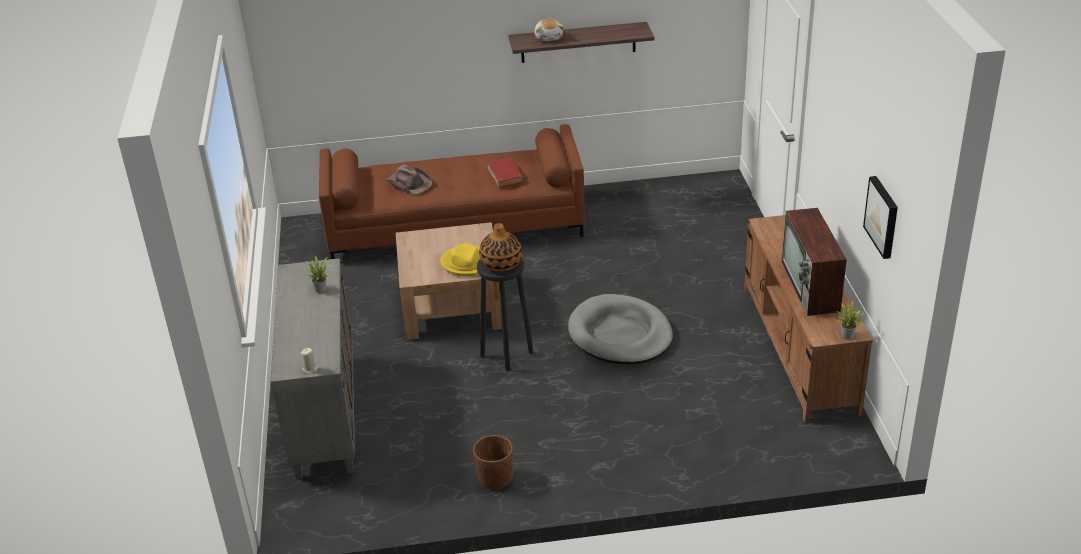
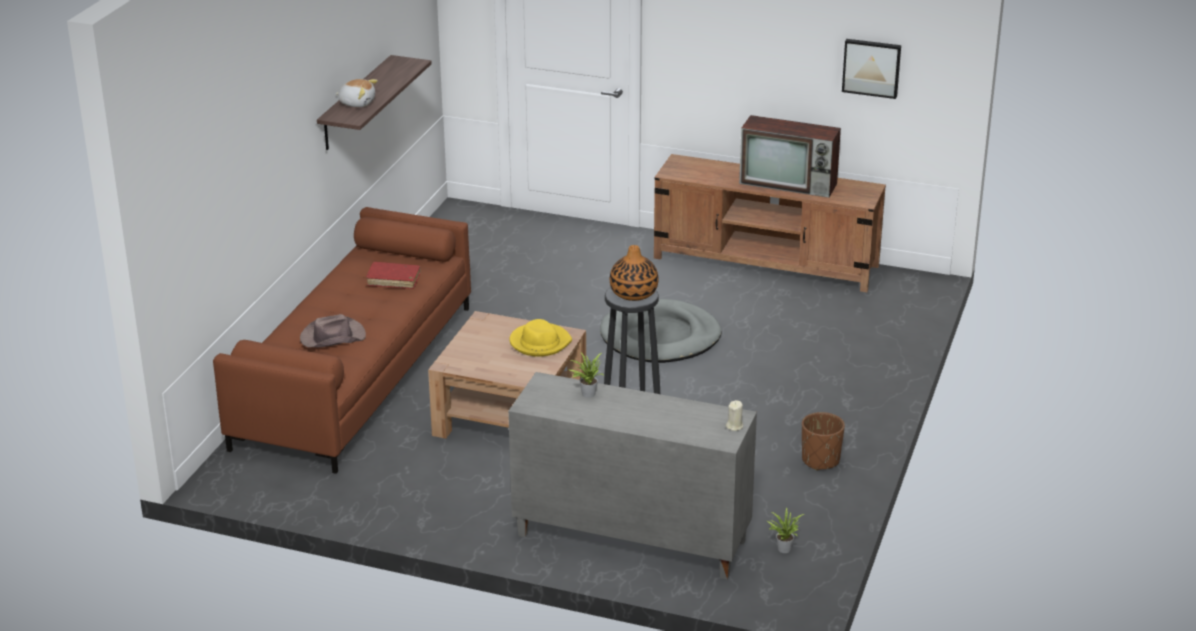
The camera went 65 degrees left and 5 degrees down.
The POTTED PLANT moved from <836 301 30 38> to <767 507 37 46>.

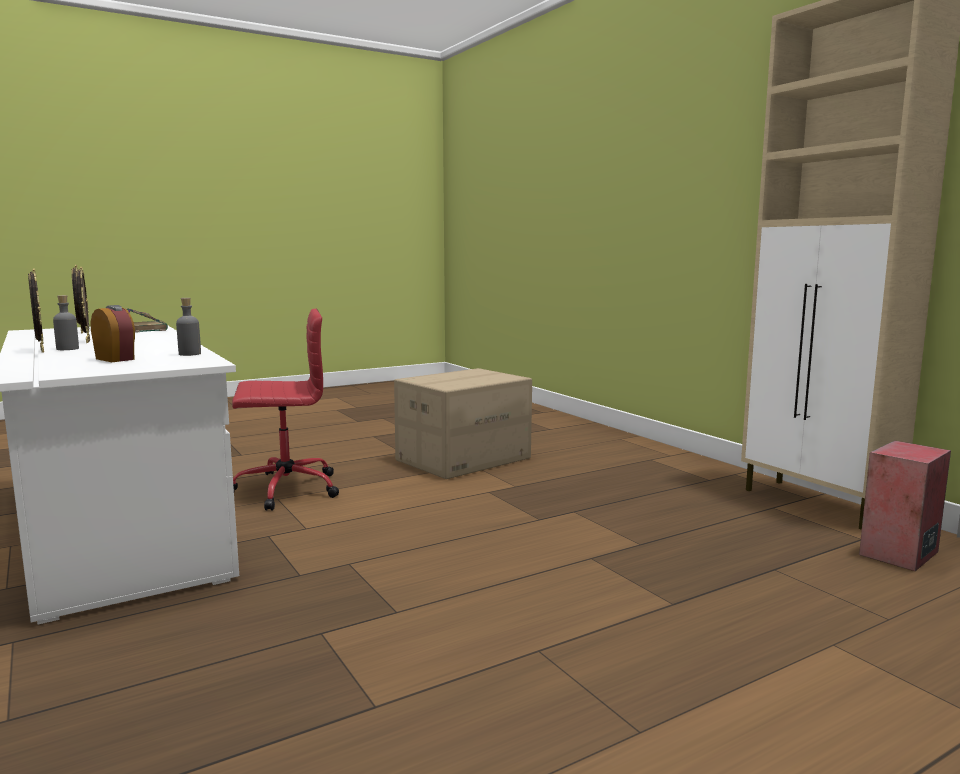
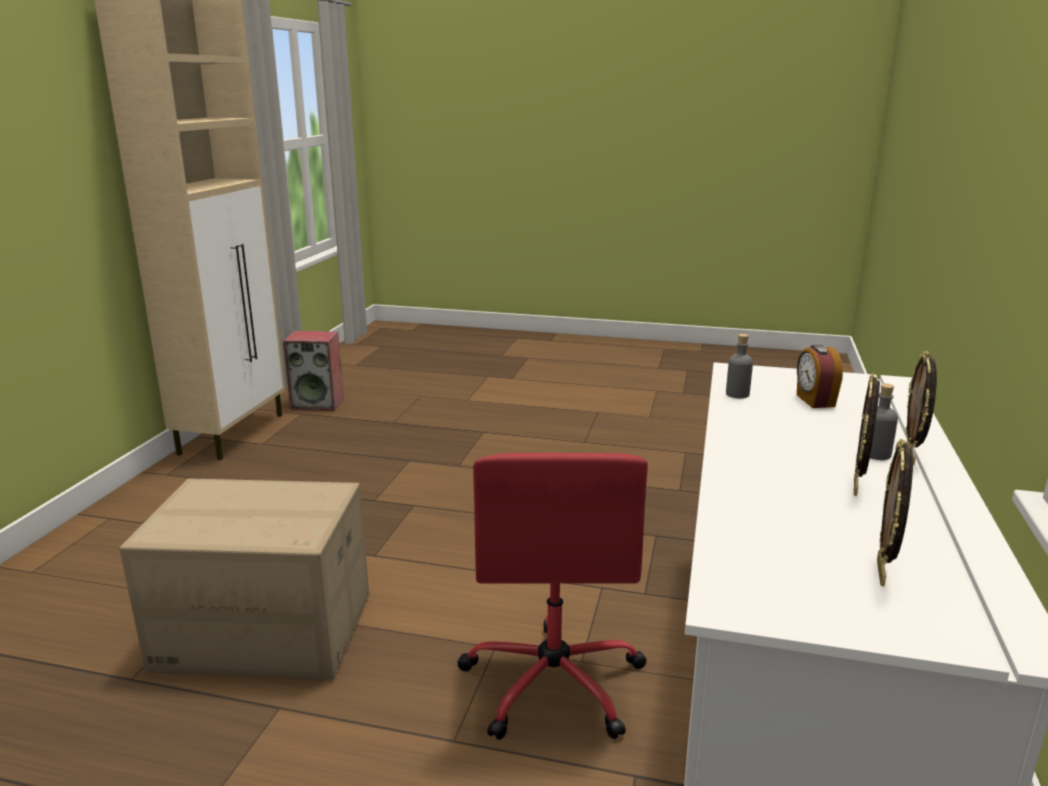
The camera went 135 degrees left and 10 degrees up.
The BOOK at <126 308 42 25> disappeared.
The RED-COLOURED DESK CHAIR at <232 309 107 202> turned 120 degrees counterclockwise.

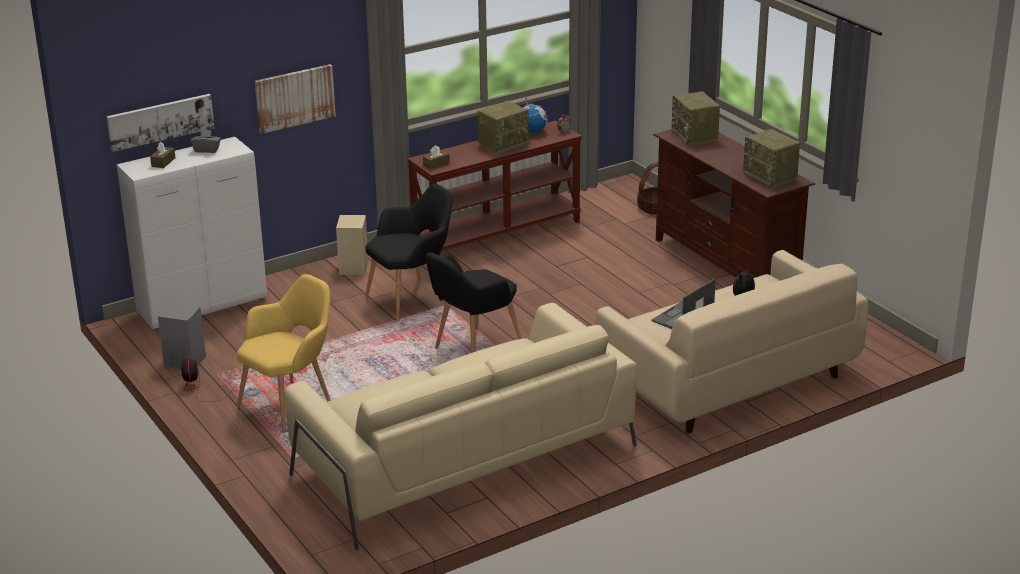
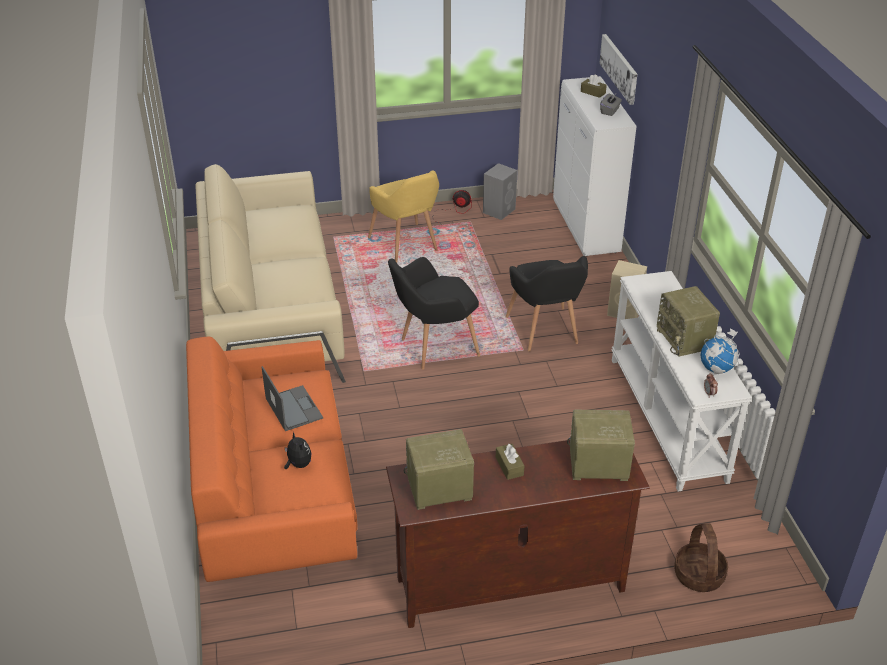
The camera went 110 degrees right and 10 degrees up.
The WALL ART at <255 64 81 70> disappeared.
The BROWNISH HALL TABLE at <407 121 175 131> became the WHITISH HALL TABLE at <611 271 141 221>.
The BROWNISH TISSUE HOLDER moved from <423 145 27 25> to <496 444 28 36>.
The BEIGE-COLOURED SETTEE at <596 250 272 184> became the ORANGEY SETTEE at <186 336 171 246>.
The BLACKISH EASY CHAIR at <425 252 97 101> turned 90 degrees counterclockwise.

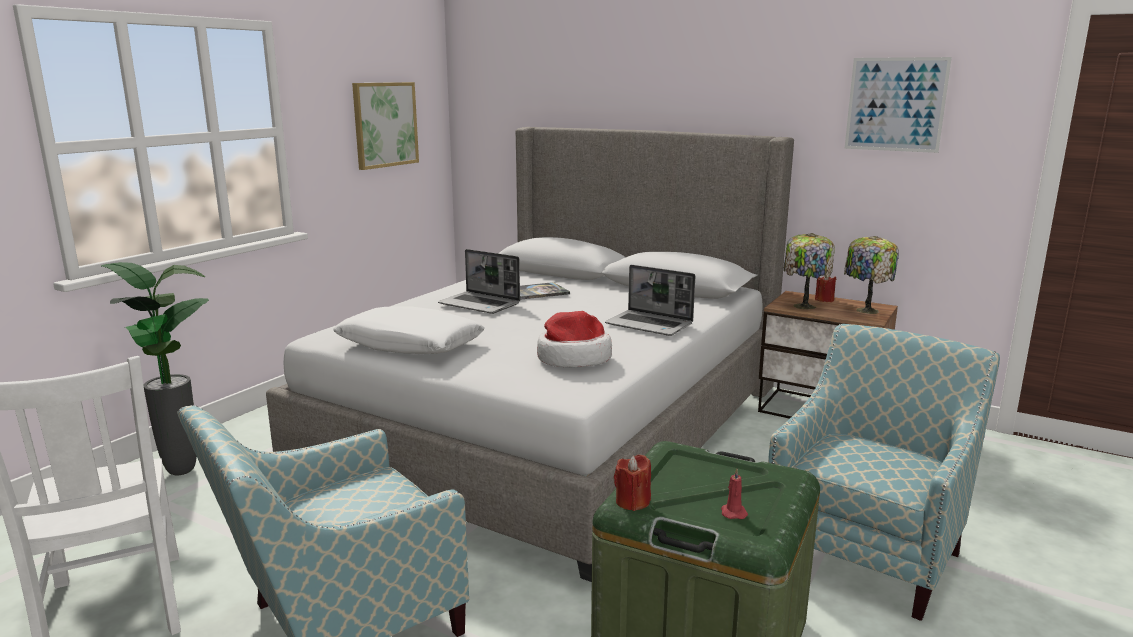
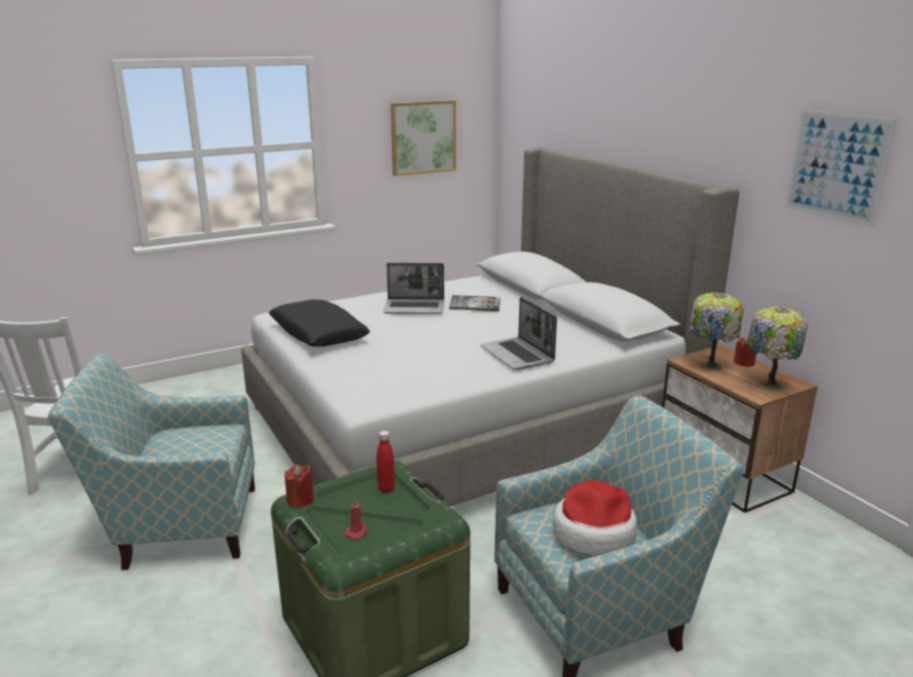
The camera went 30 degrees right and 5 degrees up.
The NOTEBOOK COMPUTER at <438 249 82 65> turned 60 degrees counterclockwise.
The POTTED PLANT at <101 262 108 213> disappeared.
The WHITISH CUSHION at <333 306 152 48> became the BLACKISH CUSHION at <269 300 101 47>.
The WEARABLE HAT moved from <537 311 75 56> to <553 480 84 76>.
The RED-COLOURED BOTTLE at <377 431 18 62> appeared.

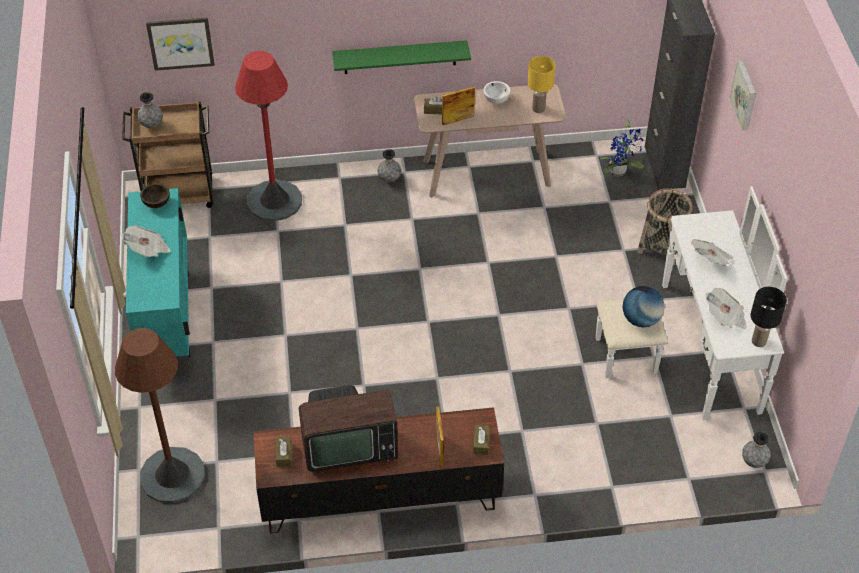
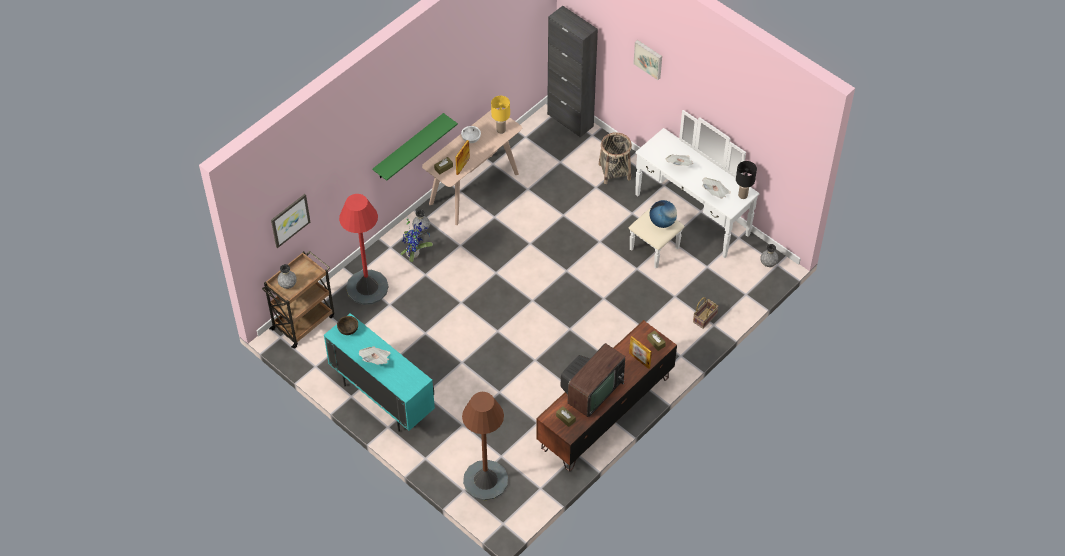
The camera went 40 degrees left and 5 degrees up.
The POTTED PLANT moved from <599 120 45 57> to <401 218 32 44>.
The STORAGE BASKET at <693 297 26 32> appeared.

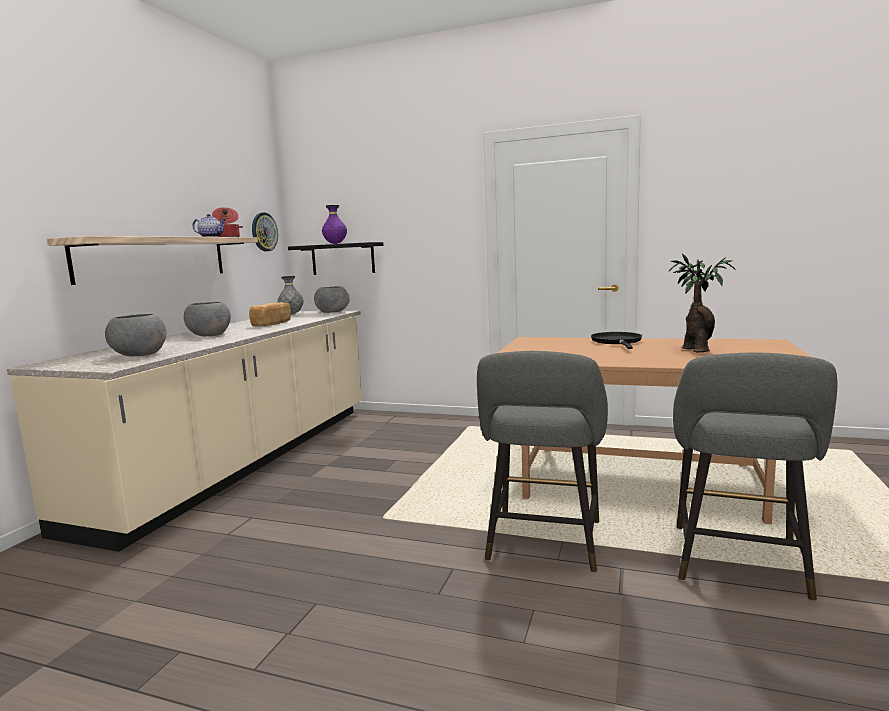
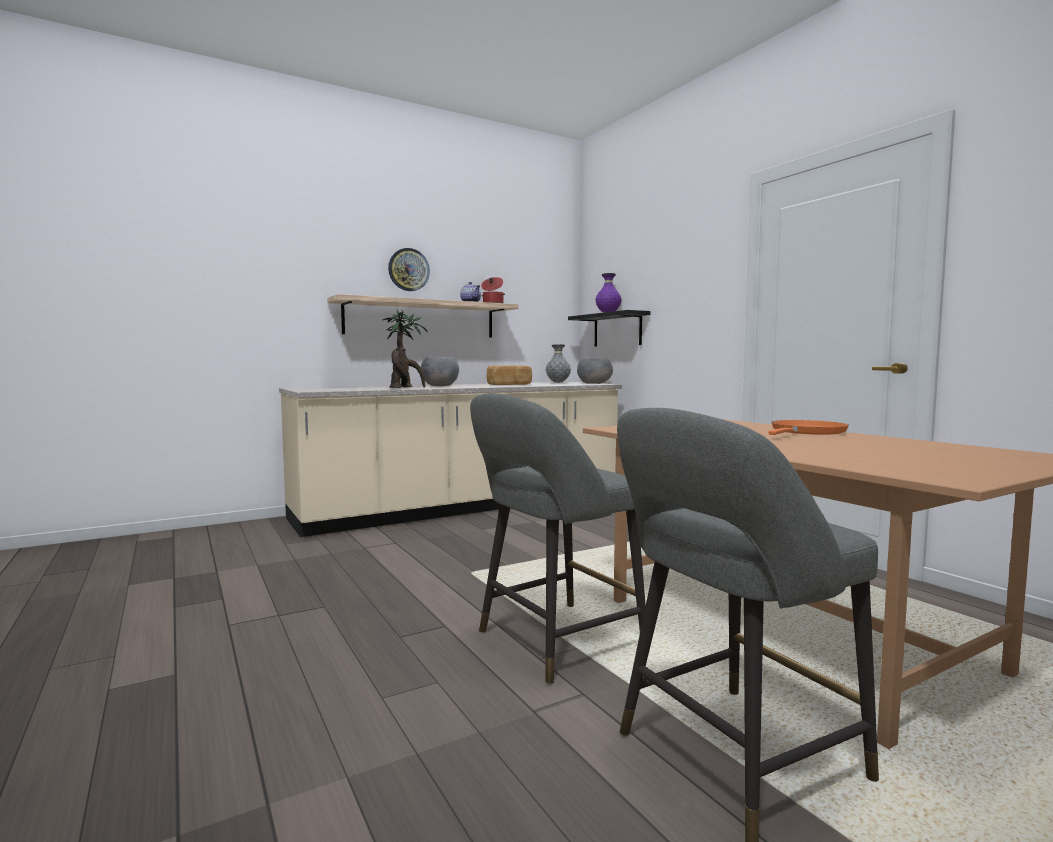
The camera went 40 degrees right and 5 degrees down.
The WALL CLOCK moved from <252 212 26 39> to <388 248 42 43>.
The POTTED PLANT moved from <669 254 67 98> to <383 309 45 79>.
The GRAY BOWL at <105 314 61 42> disappeared.
The BLACKISH FRYING PAN at <591 332 51 17> became the ORANGEY FRYING PAN at <768 420 81 15>.

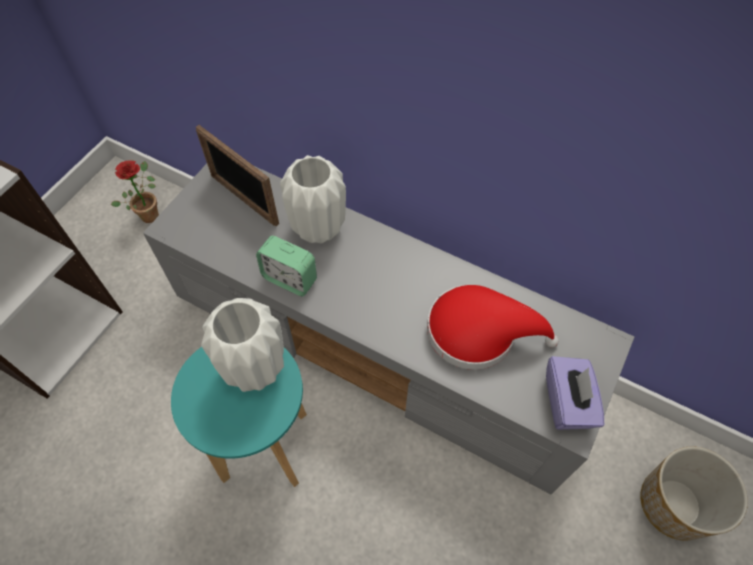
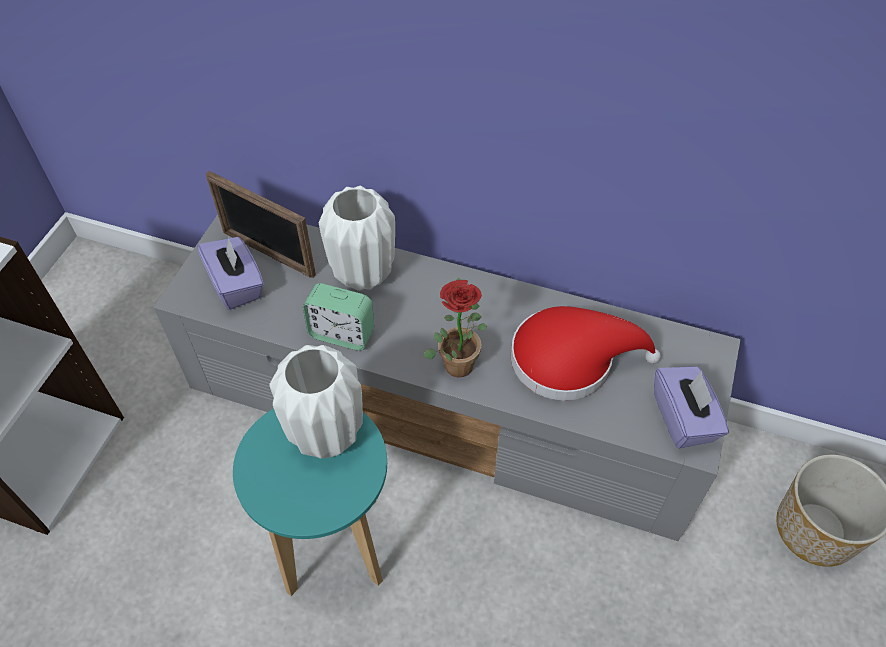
The camera went 10 degrees left and 5 degrees down.
The POTTED PLANT moved from <111 160 48 63> to <423 278 64 99>.
The PURPLE-COLOURED TISSUE HOLDER at <197 237 67 73> appeared.

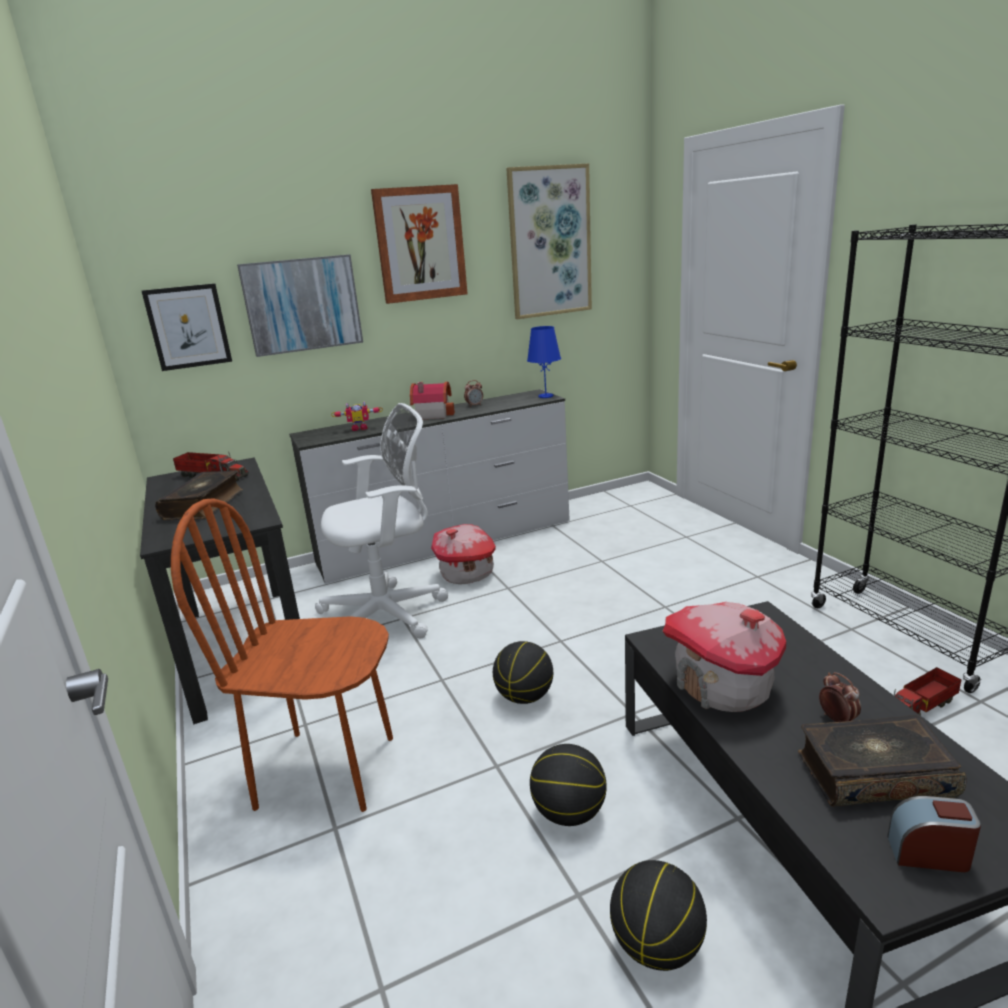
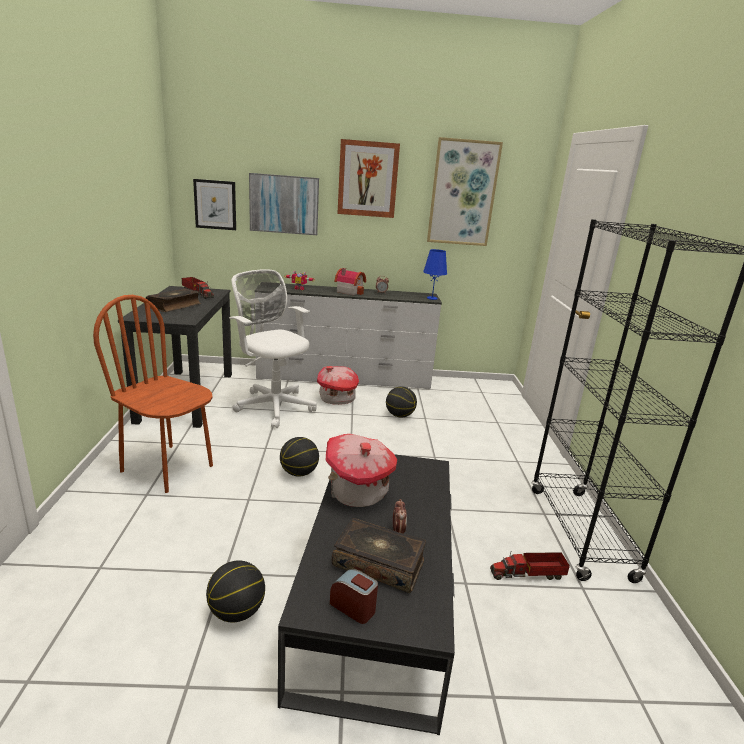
The camera went 20 degrees right and 0 degrees up.
The WHITISH DESK CHAIR at <315 403 133 236> turned 135 degrees counterclockwise.
The BASKETBALL BALL moved from <530 744 76 82> to <386 386 31 31>.

